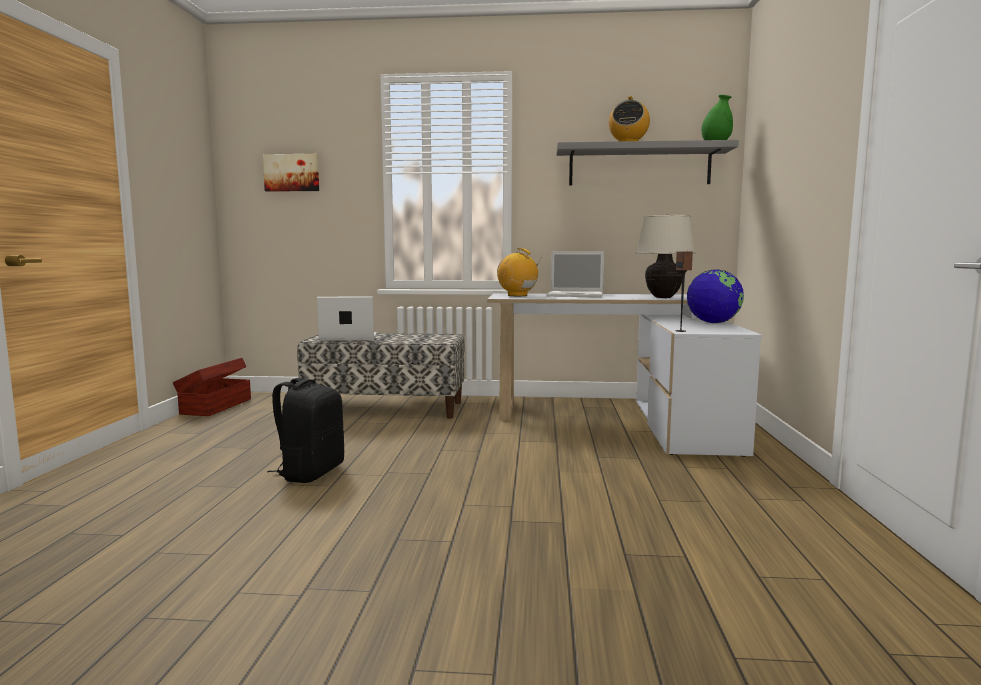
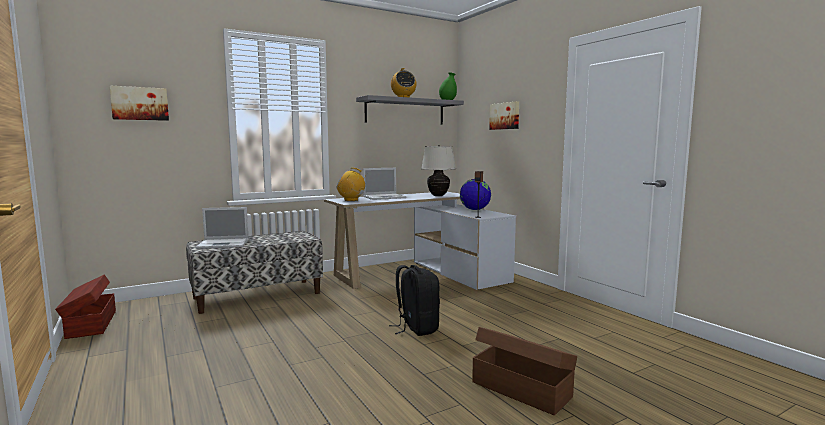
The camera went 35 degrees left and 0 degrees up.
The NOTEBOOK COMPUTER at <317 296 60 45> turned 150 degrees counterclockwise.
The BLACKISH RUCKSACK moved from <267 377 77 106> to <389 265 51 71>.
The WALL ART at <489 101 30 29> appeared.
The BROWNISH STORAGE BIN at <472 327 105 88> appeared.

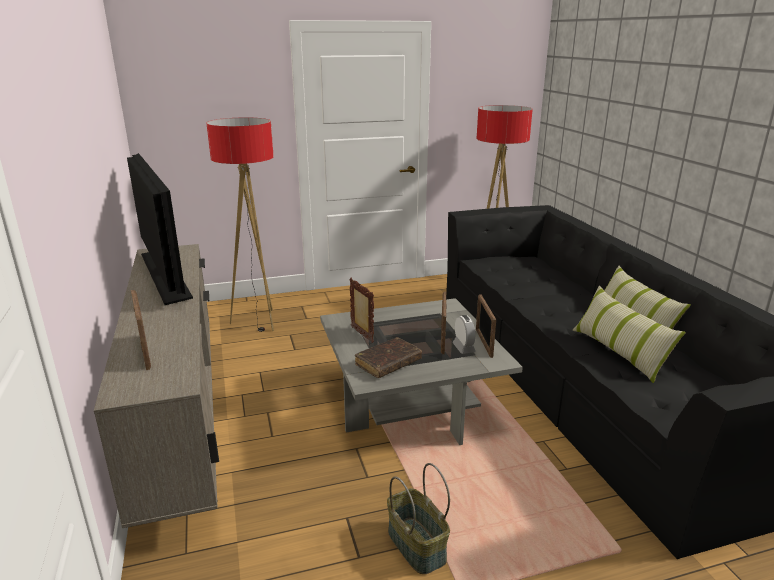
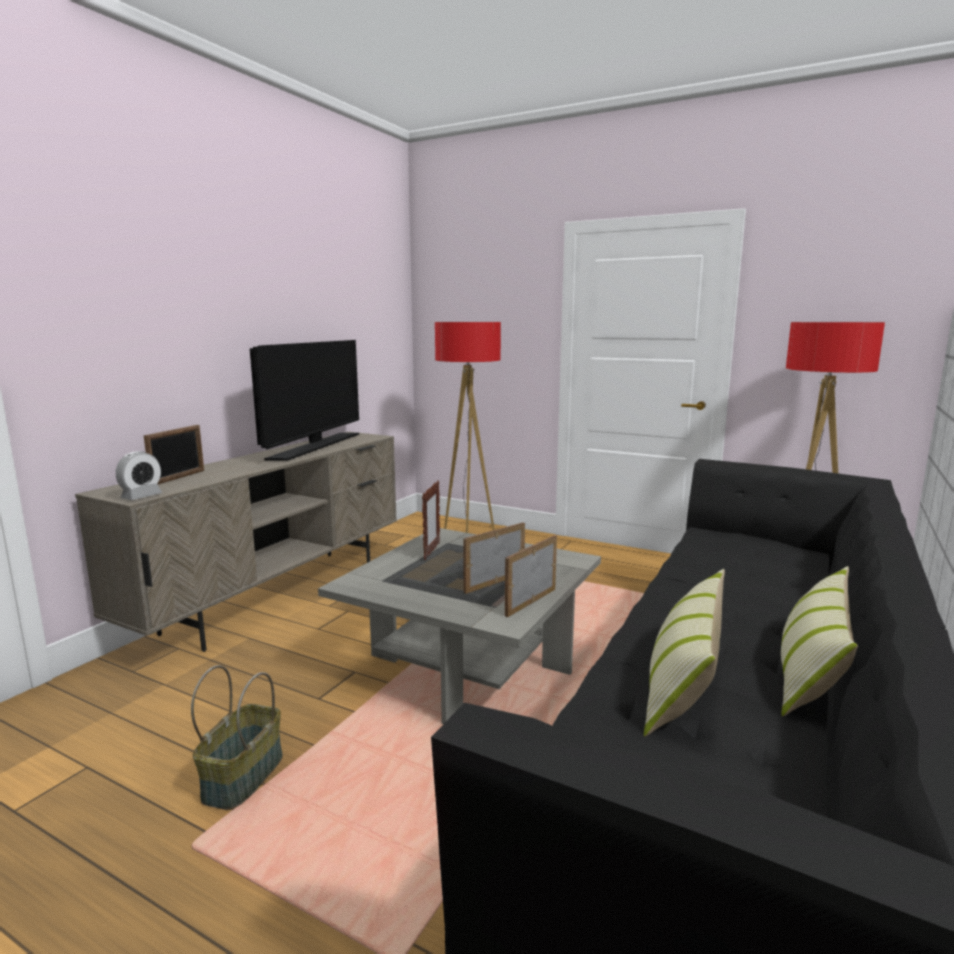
The camera went 45 degrees right and 10 degrees down.
The BEDSIDE CLOCK moved from <452 315 24 39> to <116 451 46 49>.
The BROWNISH BOOK at <355 337 67 41> disappeared.

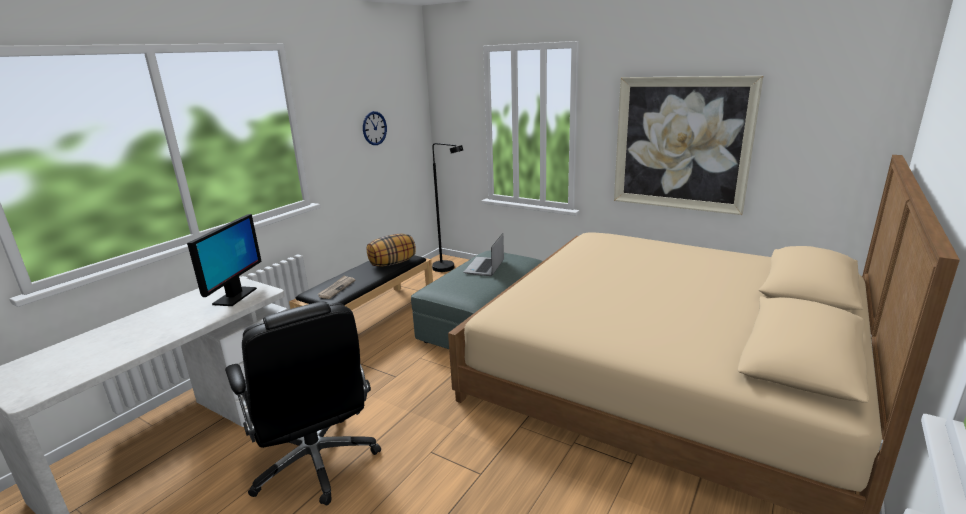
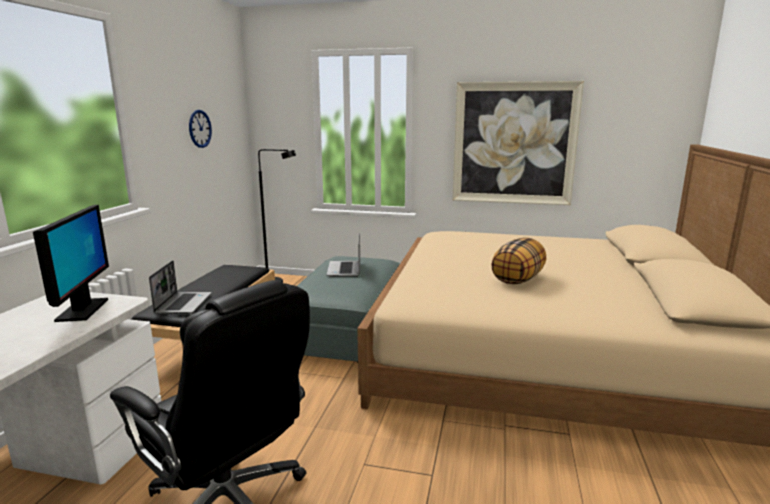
The camera went 20 degrees left and 5 degrees down.
The CUSHION moved from <367 233 49 34> to <491 238 55 46>.
The PRINTED PAPER at <317 275 38 24> was replaced by the NOTEBOOK COMPUTER at <149 260 62 54>.

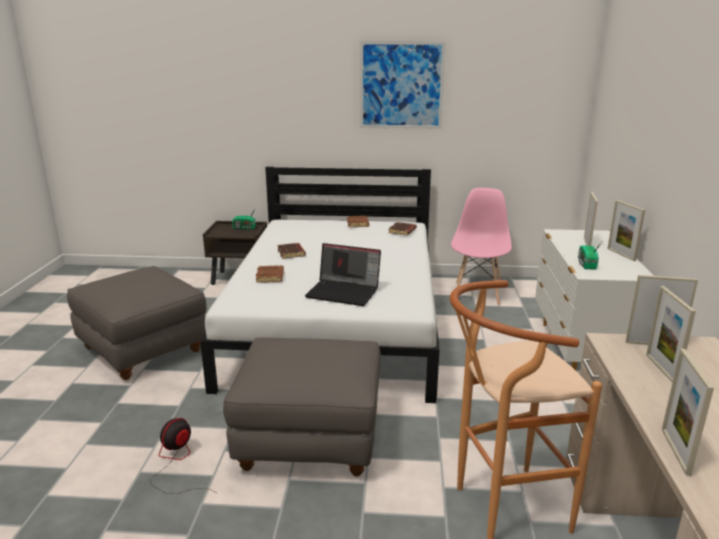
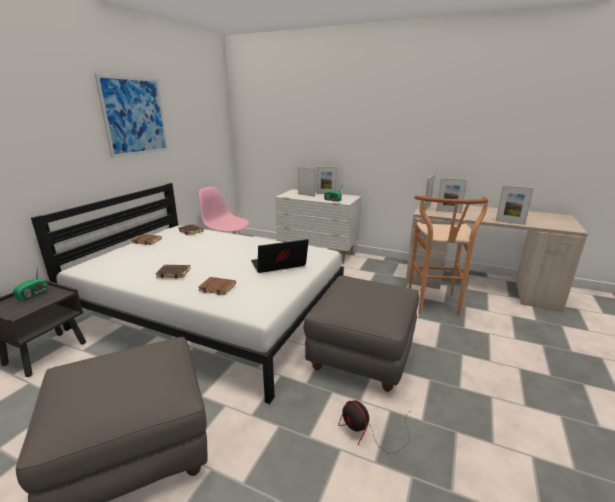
The camera went 70 degrees left and 0 degrees up.
The NOTEBOOK COMPUTER at <305 243 76 63> turned 150 degrees counterclockwise.

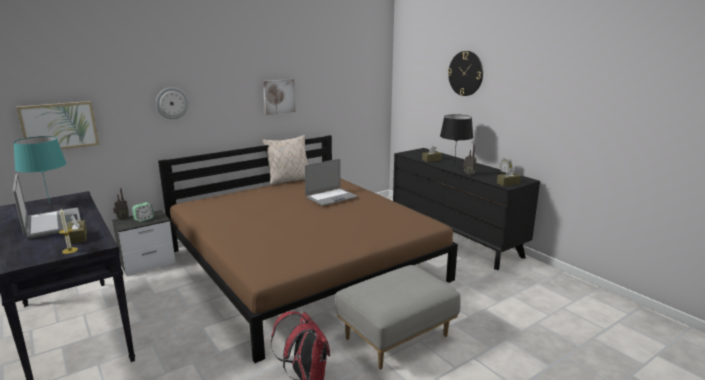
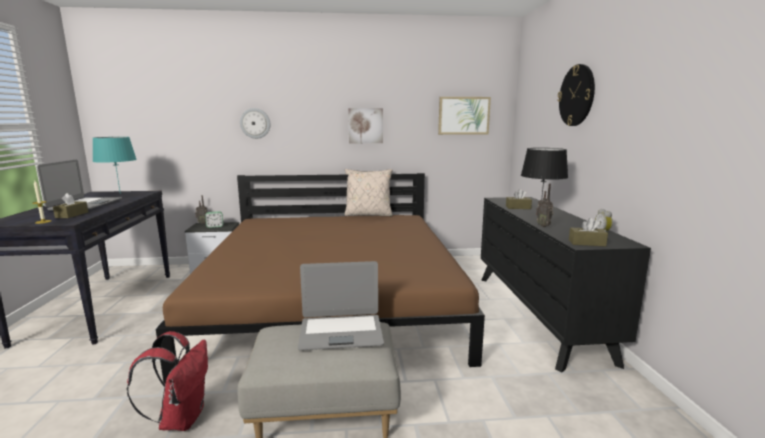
The camera went 30 degrees right and 5 degrees down.
The WALL ART moved from <17 101 82 49> to <438 97 53 38>.
The NOTEBOOK COMPUTER moved from <304 159 54 47> to <298 261 86 89>.

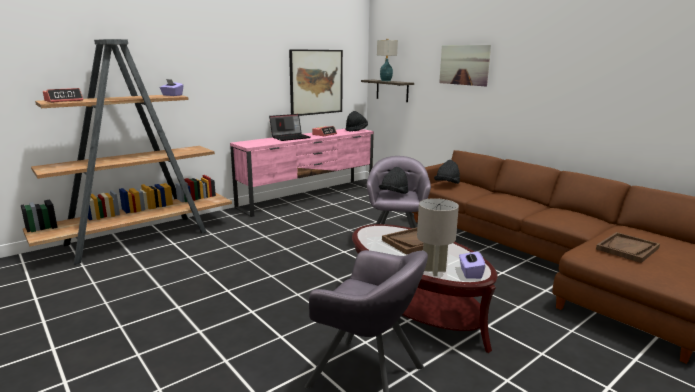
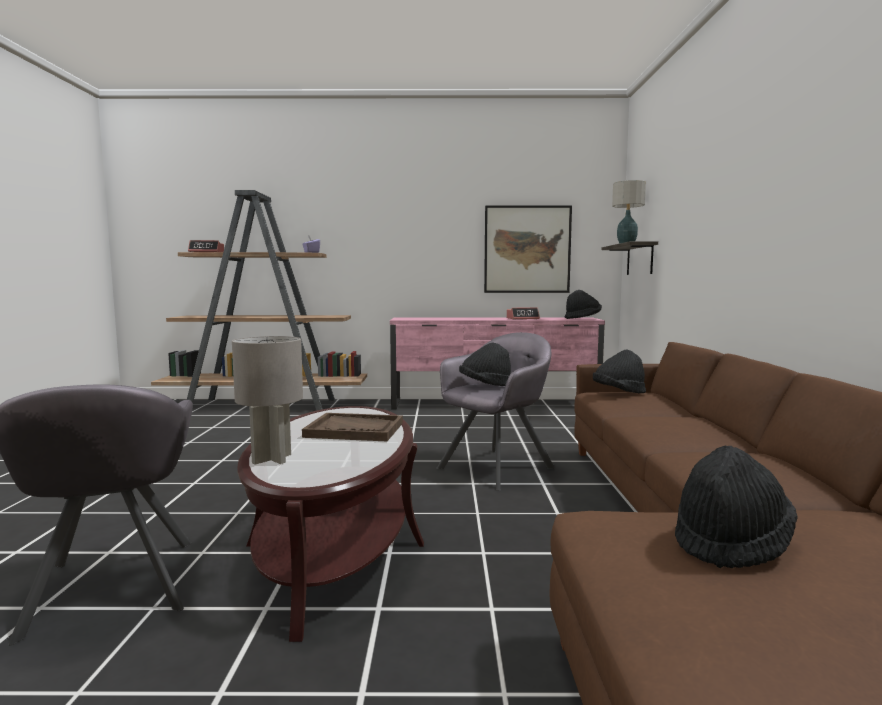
The camera went 40 degrees right and 10 degrees down.
The WALL ART at <439 45 52 41> disappeared.
The NOTEBOOK COMPUTER at <269 114 42 27> disappeared.
The BROWNISH SERVING TRAY at <596 232 64 31> was replaced by the BLACKISH WEARABLE HAT at <675 446 122 123>.
The PURPLE-COLOURED TISSUE HOLDER at <459 251 27 28> disappeared.

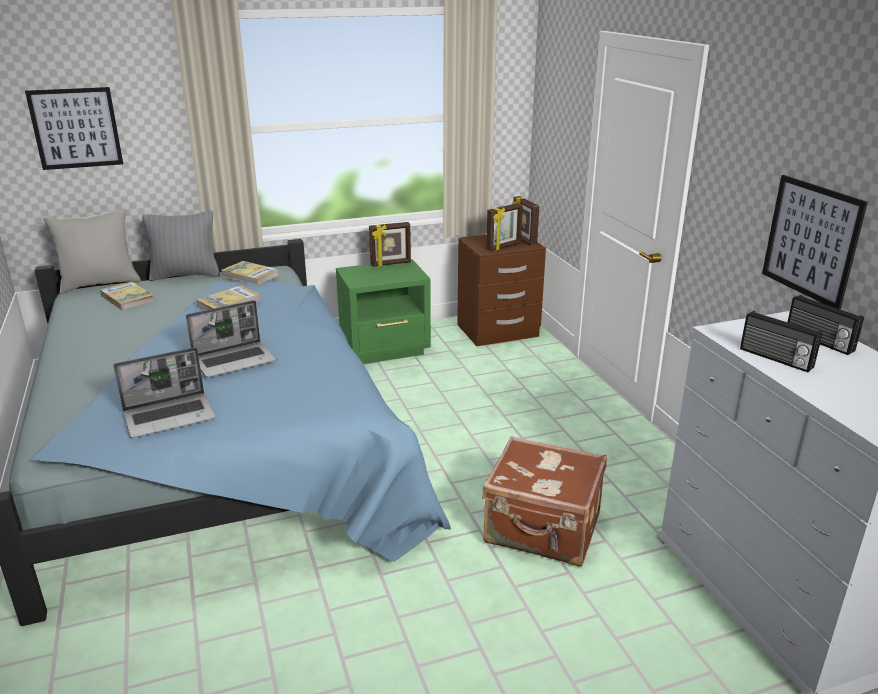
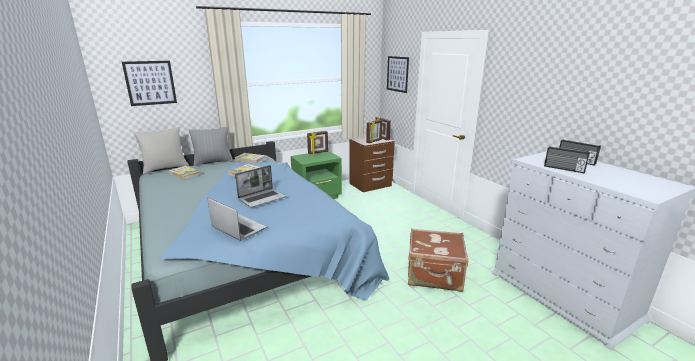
The camera went 10 degrees left and 5 degrees down.
The WALL ART moved from <762 175 106 135> to <387 56 22 37>.
The NOTEBOOK COMPUTER at <114 347 102 91> turned 105 degrees counterclockwise.

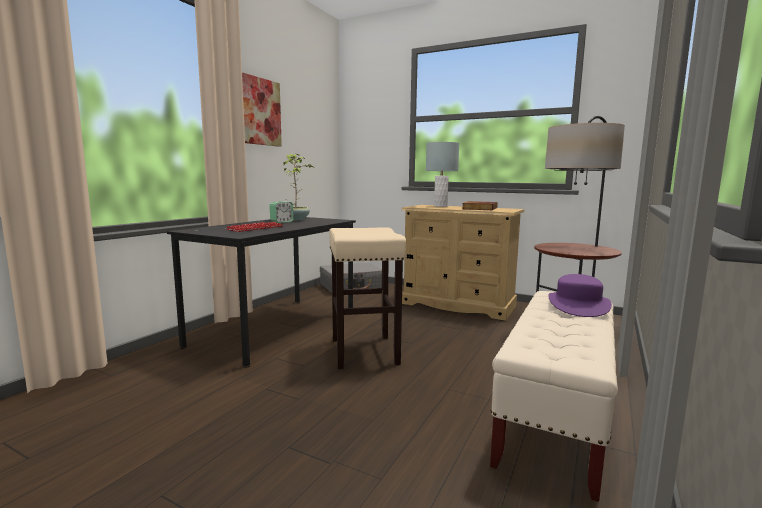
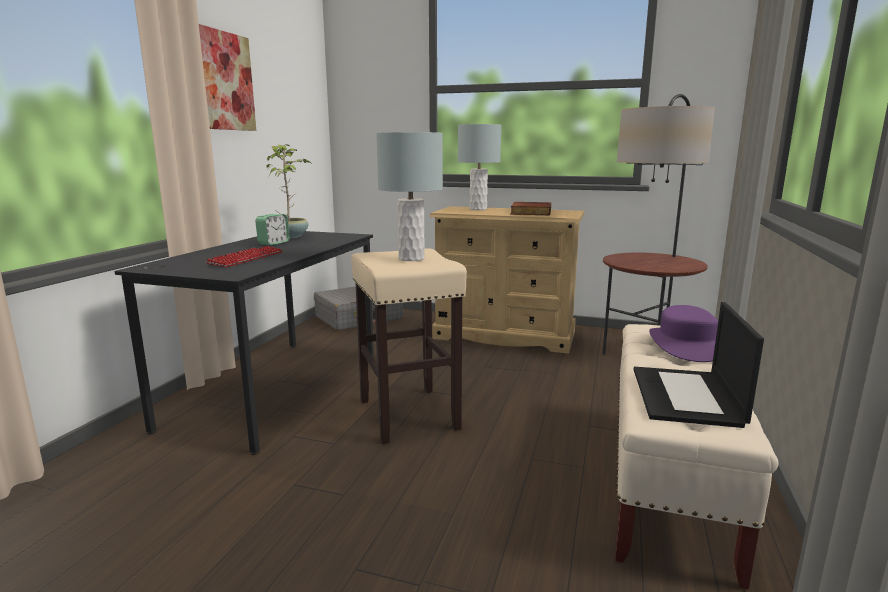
The camera went 10 degrees left and 5 degrees up.
The GRAY TABLE LAMP at <376 132 67 129> appeared.
The NOTEBOOK COMPUTER at <634 302 130 126> appeared.

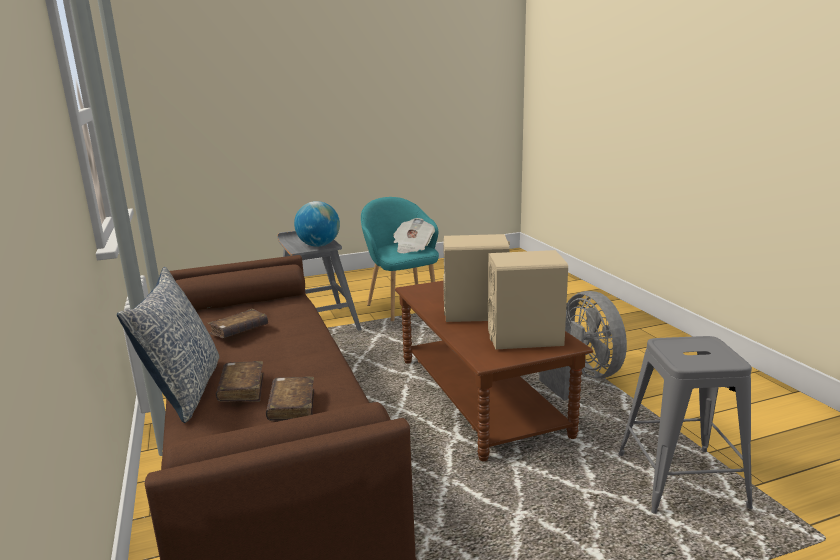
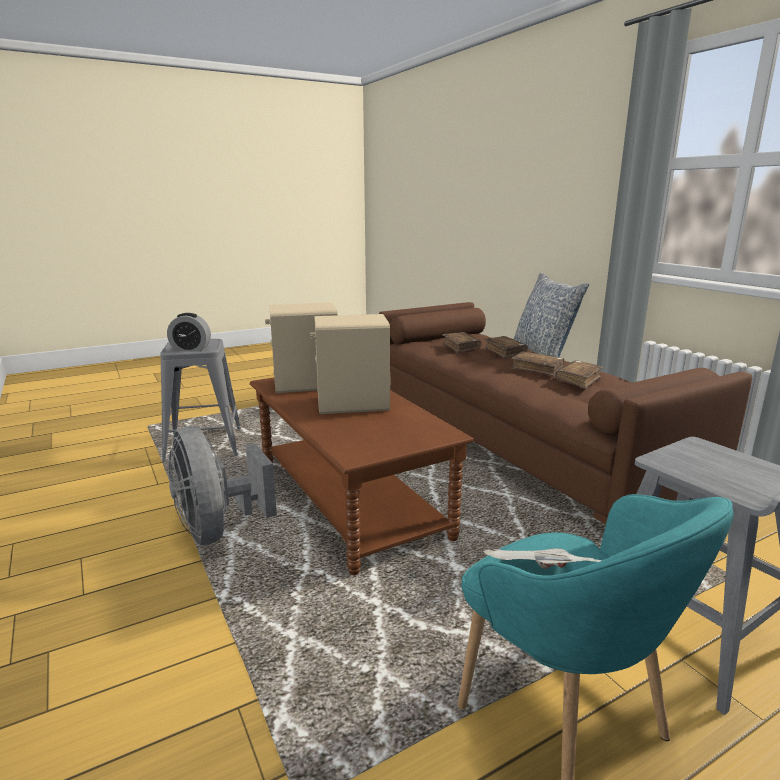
The camera went 170 degrees right and 0 degrees up.
The GLOBE at <294 201 46 46> disappeared.
The BEDSIDE CLOCK at <167 313 44 38> appeared.
The BROWNISH BOOK at <511 351 54 26> appeared.

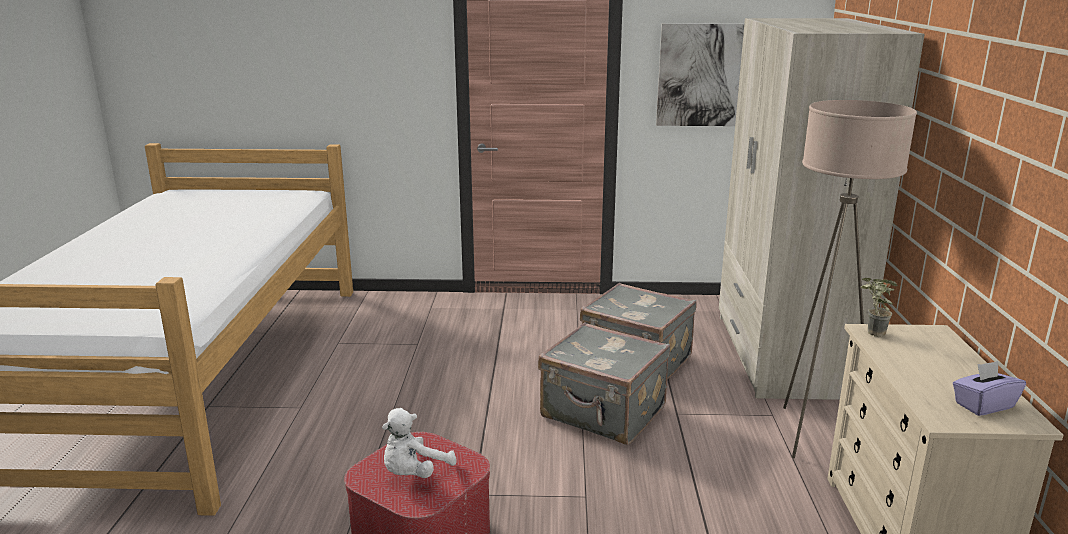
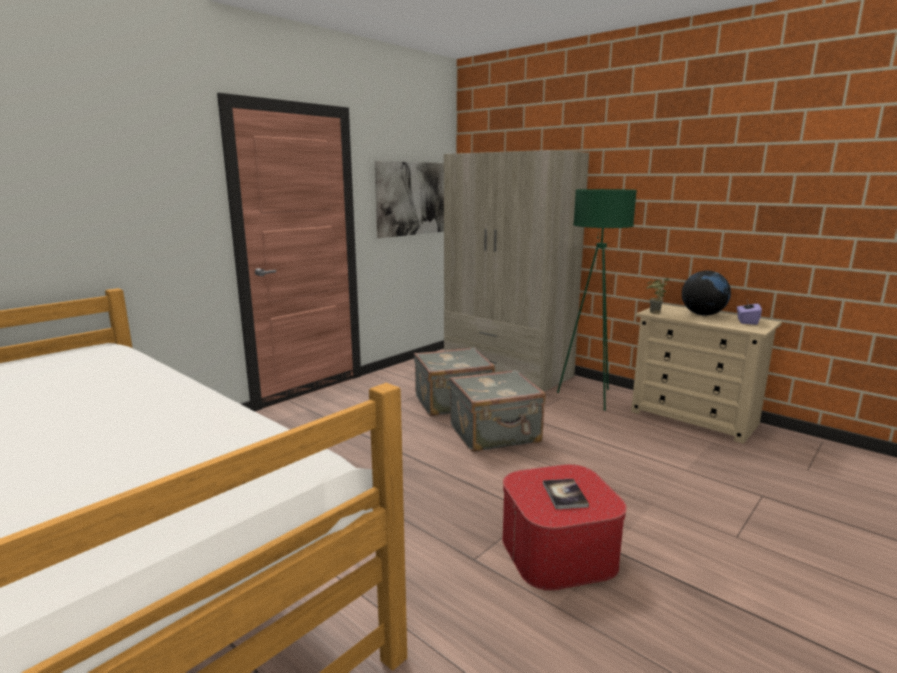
The camera went 50 degrees left and 5 degrees down.
The BEIGE-COLOURED FLOOR LAMP at <783 100 134 358> became the GREEN FLOOR LAMP at <557 189 80 222>.
The WHITISH CUDDLY TOY at <382 408 75 70> was replaced by the BOOK at <543 479 46 30>.
The GLOBE at <682 270 49 46> appeared.

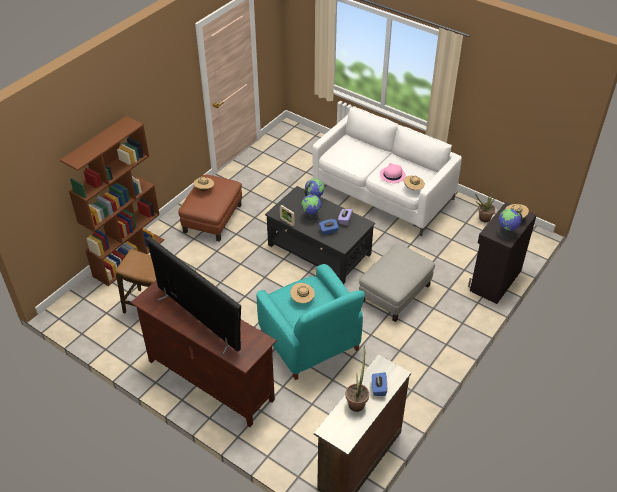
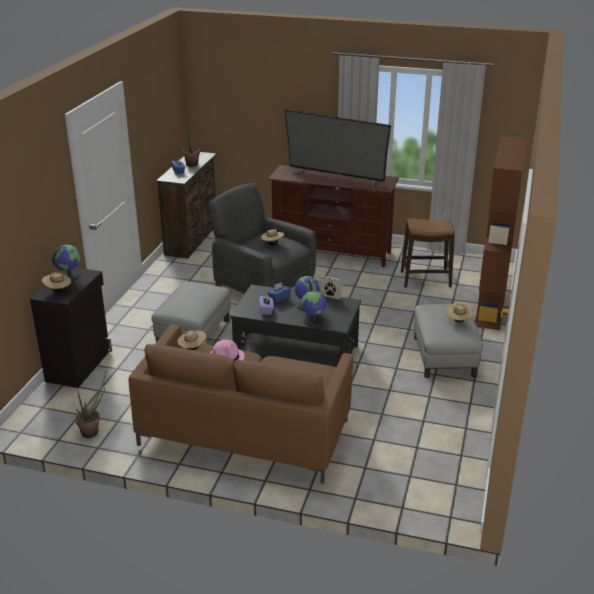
The camera went 160 degrees right and 15 degrees down.
The WHITISH SETTEE at <312 107 150 129> became the BROWNISH SETTEE at <129 324 224 160>.
The BROWNISH POUFFE at <178 175 64 67> became the GRAY POUFFE at <414 304 69 74>.
The TURQUOISE EASY CHAIR at <257 264 108 116> became the GRAY EASY CHAIR at <208 183 108 111>.

